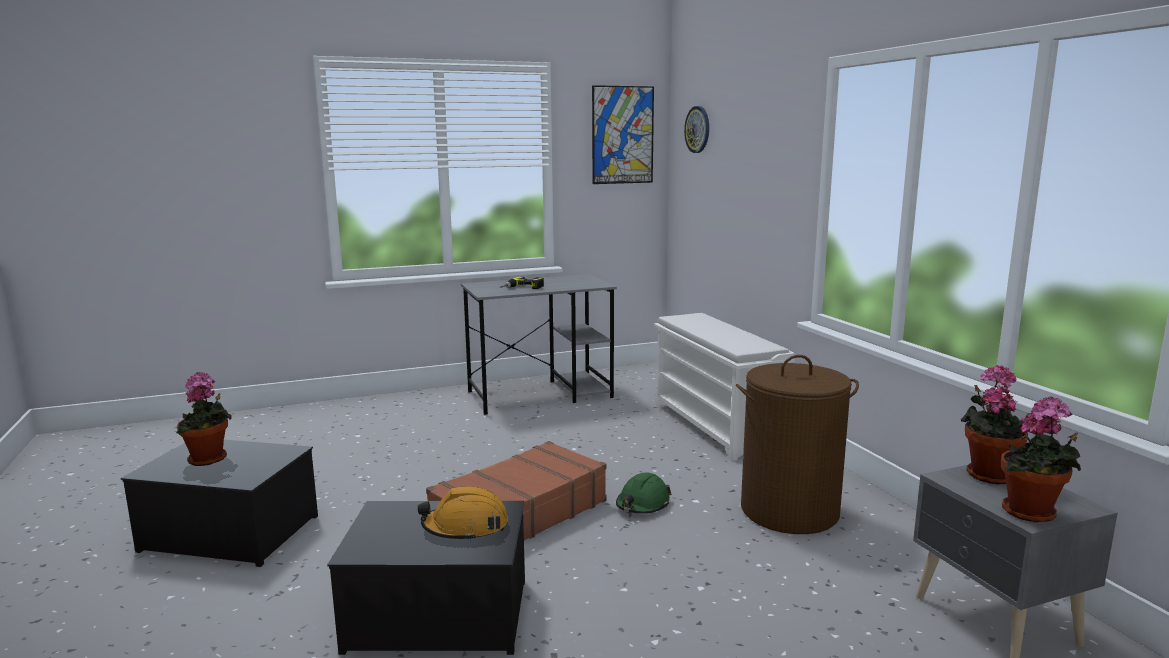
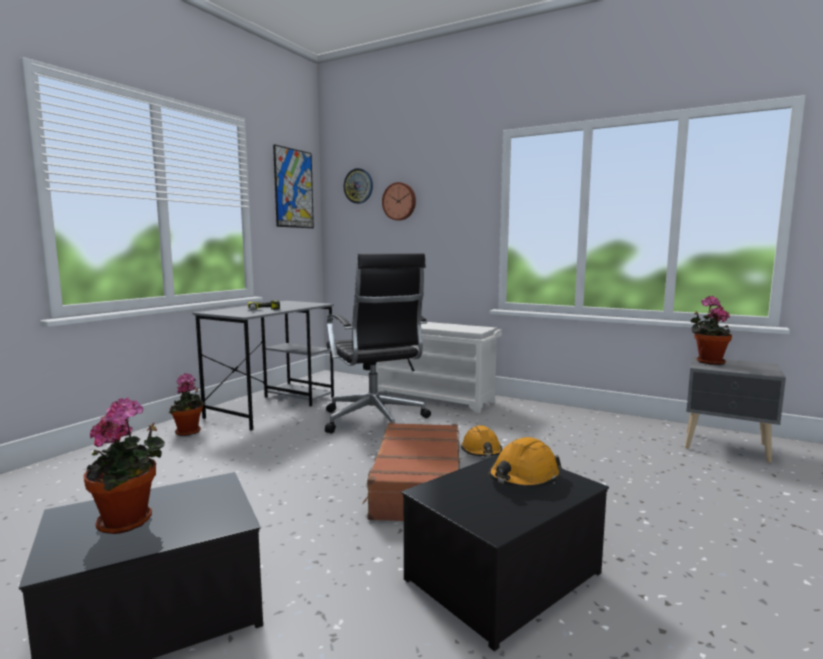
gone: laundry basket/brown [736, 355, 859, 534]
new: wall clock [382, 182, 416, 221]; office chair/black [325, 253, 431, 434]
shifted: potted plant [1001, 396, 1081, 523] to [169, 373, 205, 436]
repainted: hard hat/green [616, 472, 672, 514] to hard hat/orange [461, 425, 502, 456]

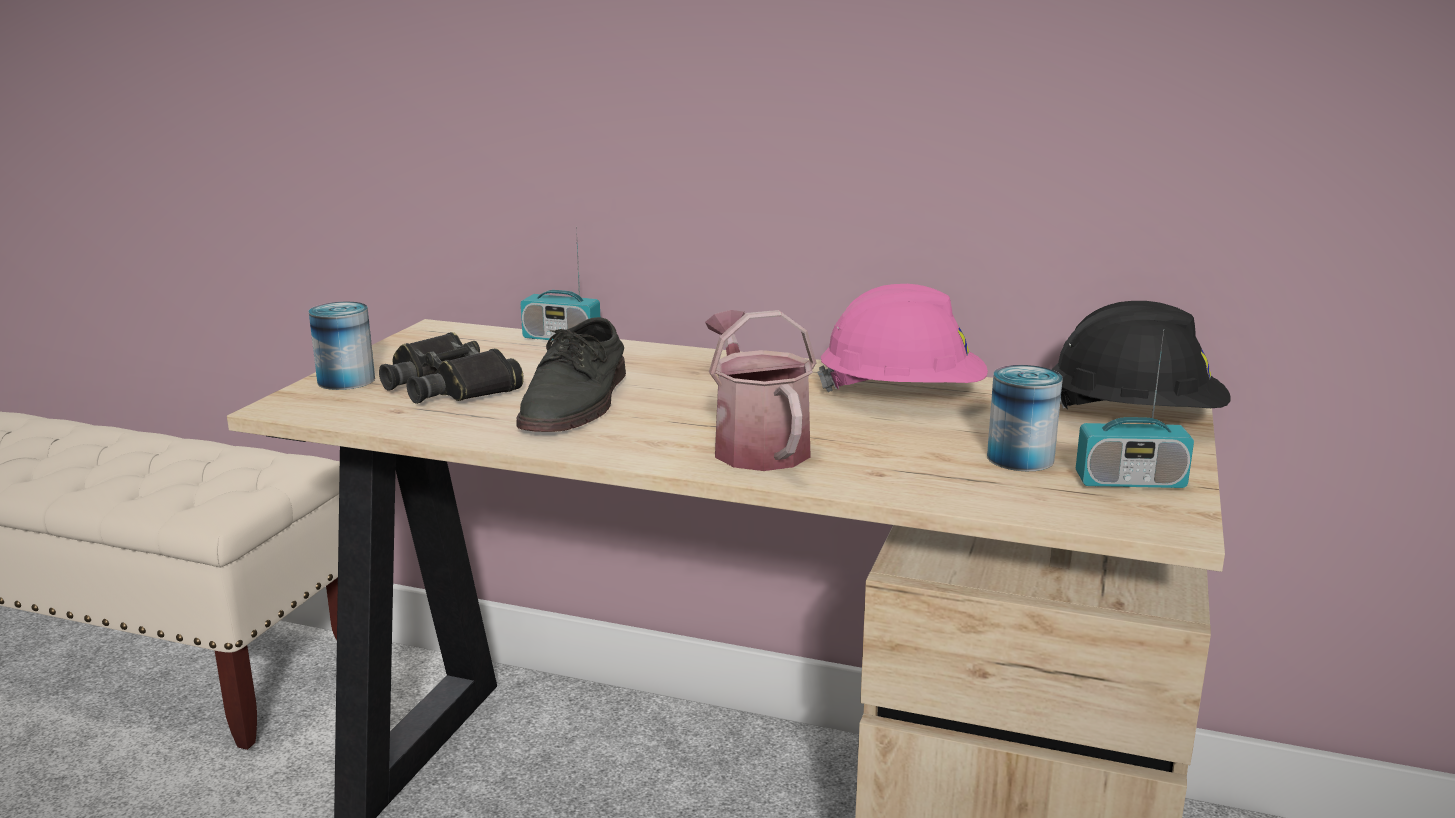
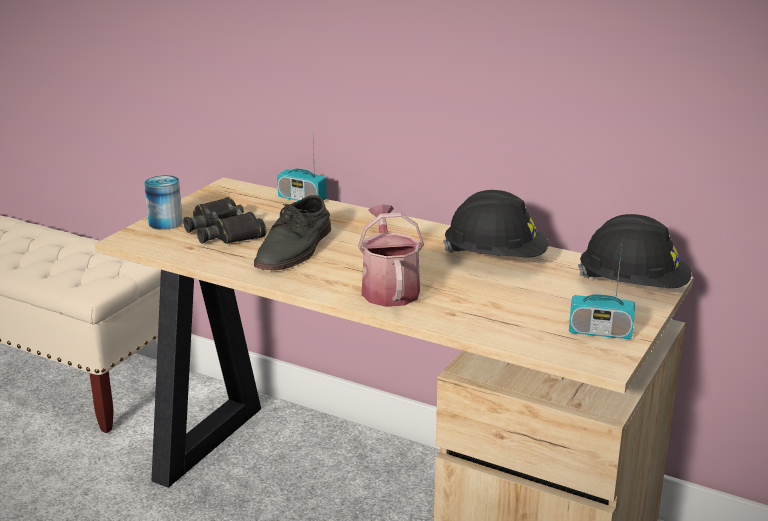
gone: can [987, 365, 1063, 471]
repainted: hard hat/pink [817, 284, 988, 392] to hard hat/black [443, 190, 548, 258]

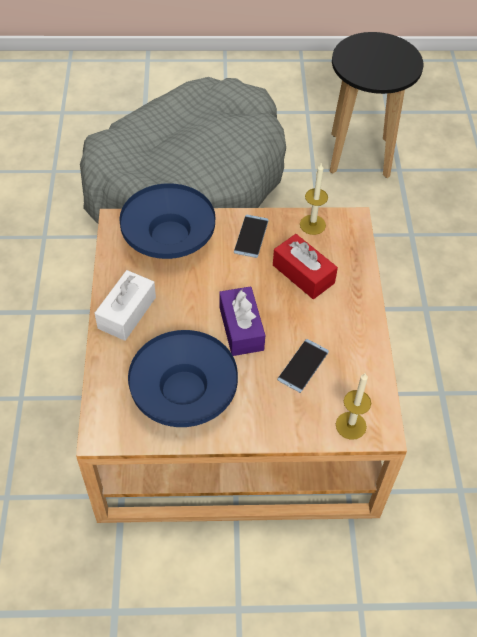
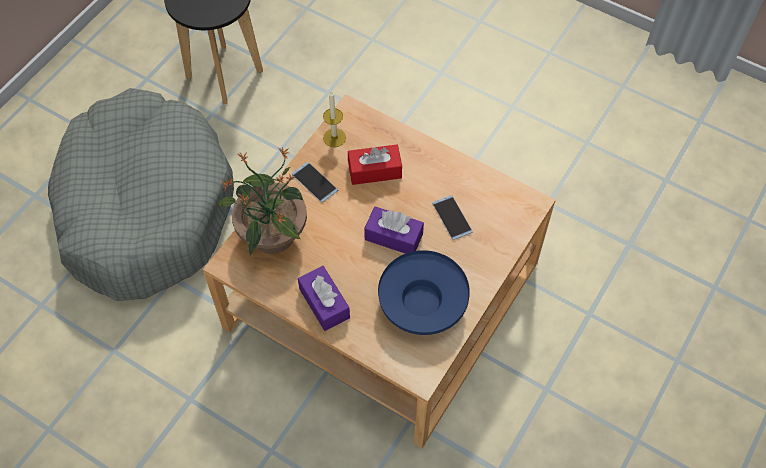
gone: candle [336, 373, 371, 440]
swapped: bowl/blue [120, 183, 215, 259] to potted plant [217, 148, 307, 255]
repainted: tissue box/white [94, 270, 156, 341] to tissue box/purple [298, 266, 350, 331]

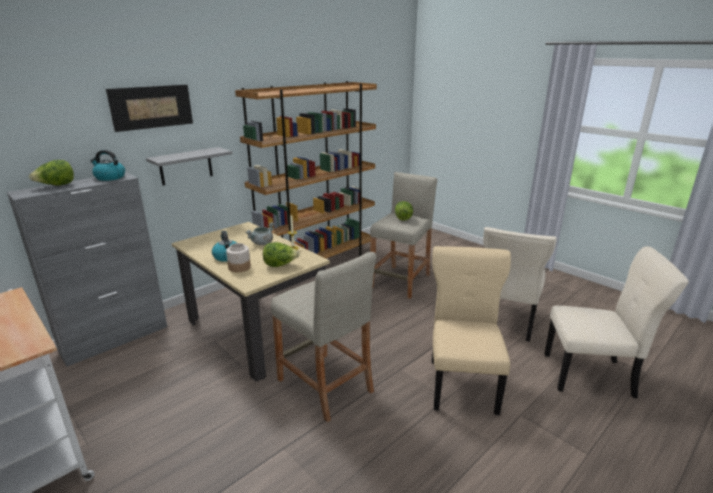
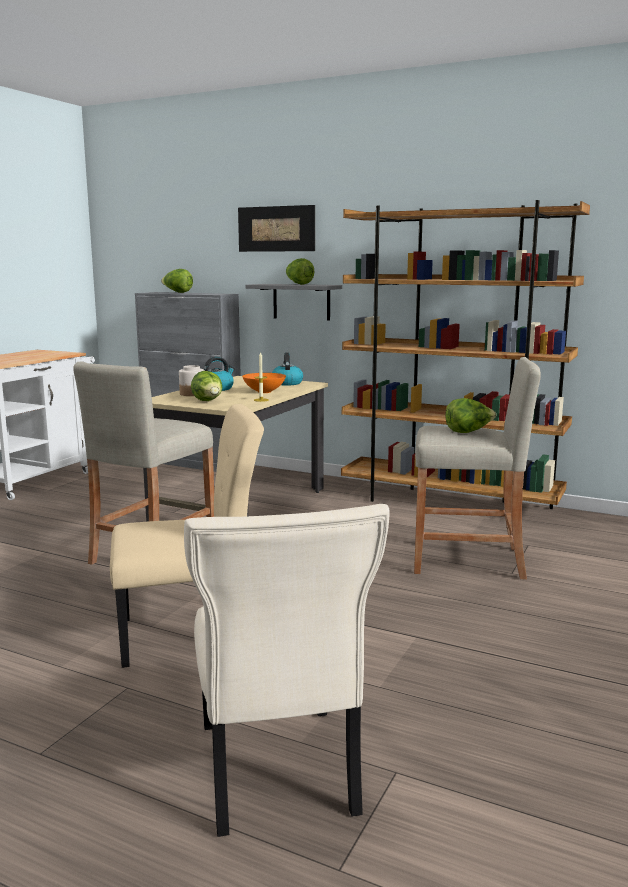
gone: chair/beige [483, 227, 557, 342]
new: lettuce [286, 258, 314, 285]
shifted: kettle [90, 150, 125, 181] to [272, 353, 303, 386]
swapped: cooking pot/grey [245, 222, 274, 245] to bowl/orange [242, 373, 286, 393]

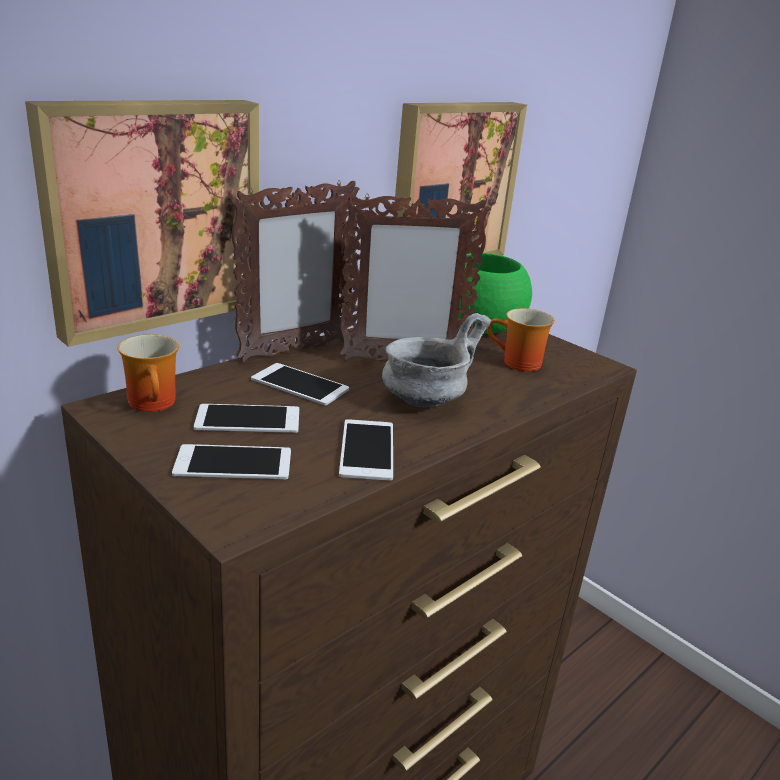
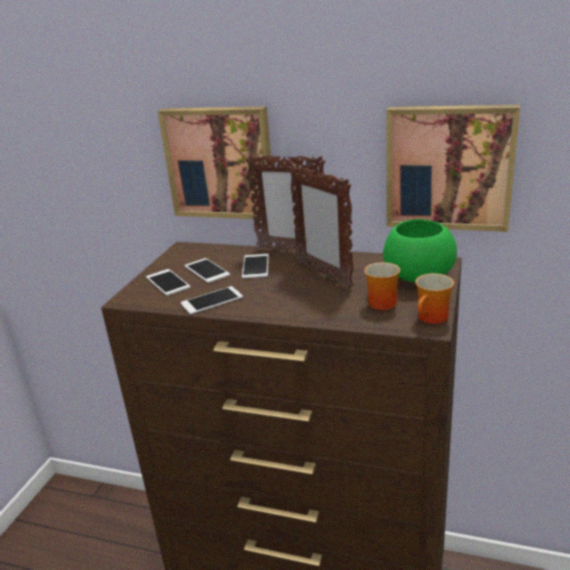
gone: bowl/grey [382, 313, 491, 407]
shifted: mug [117, 334, 179, 412] to [415, 273, 454, 324]

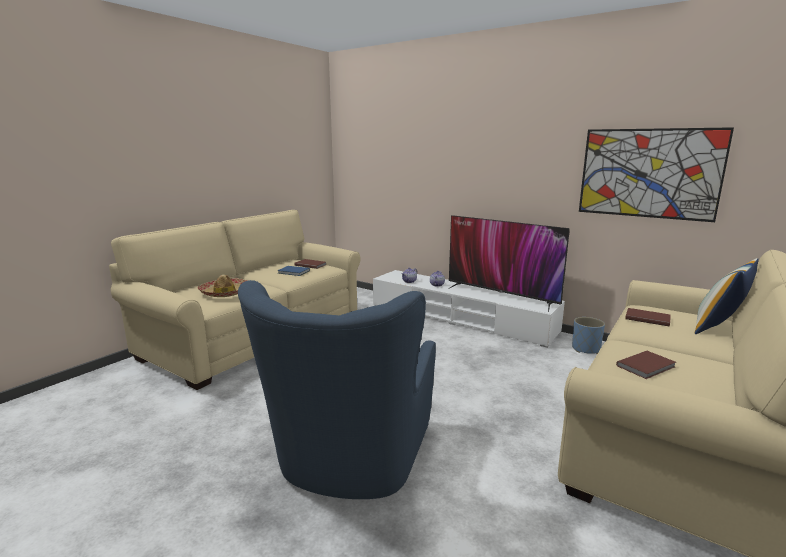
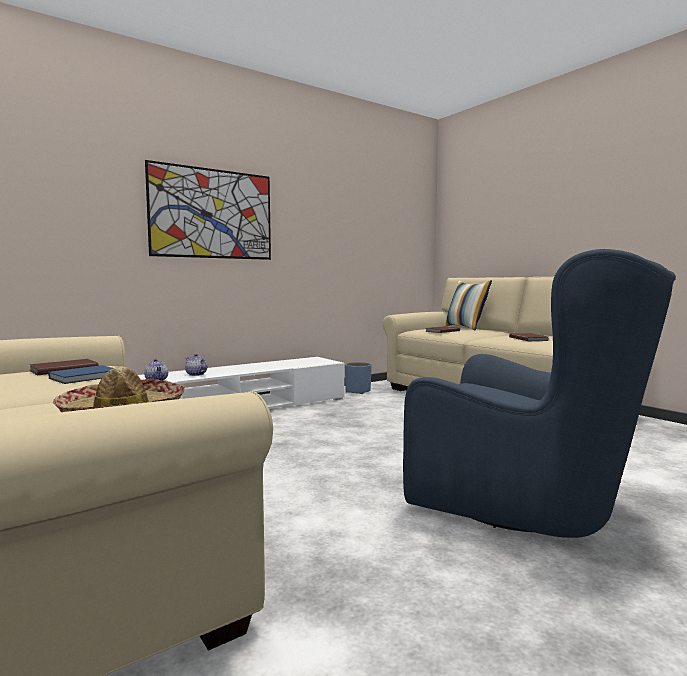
gone: television [449, 215, 570, 312]
shifted: picture [579, 127, 734, 222] to [145, 160, 271, 260]

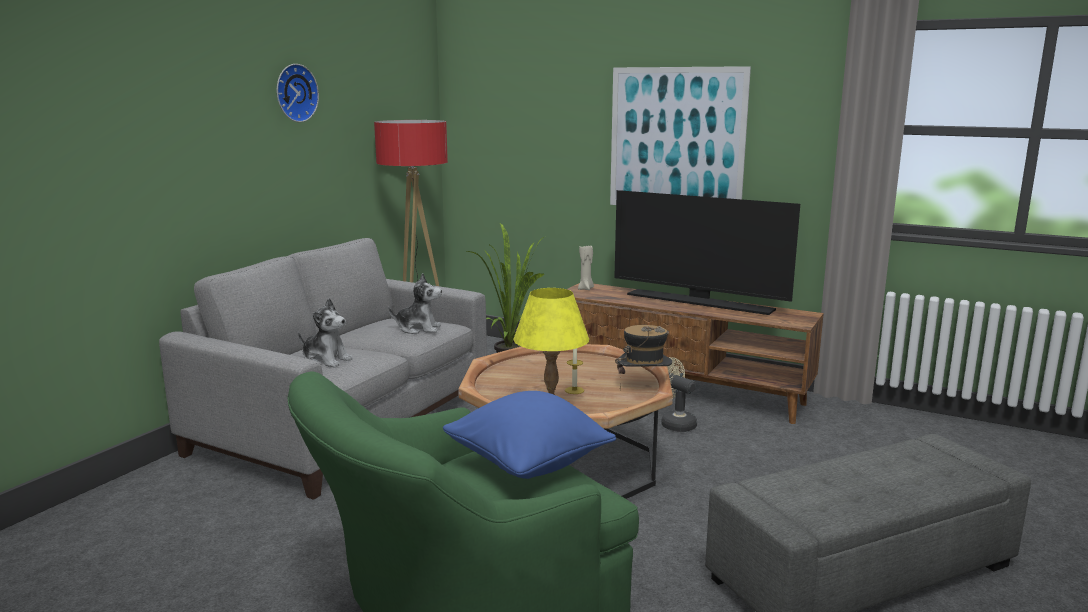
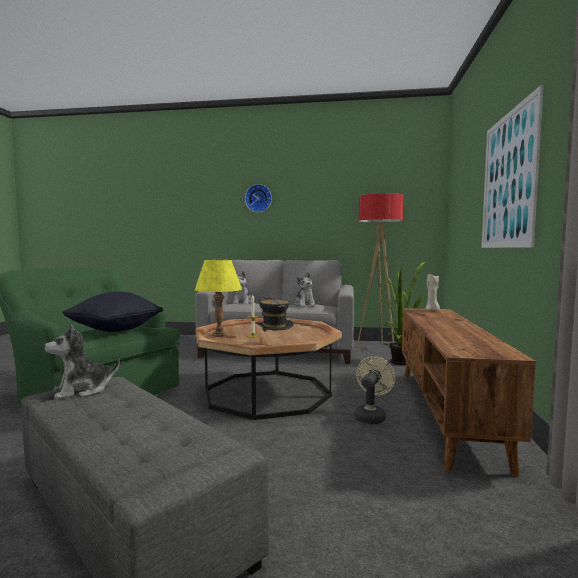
gone: television [614, 190, 800, 315]
new: plush toy [44, 324, 120, 400]
shifted: wall clock [277, 64, 319, 122] to [245, 184, 272, 213]
repainted: pillow/blue [443, 391, 616, 479] to pillow/black [62, 291, 163, 332]

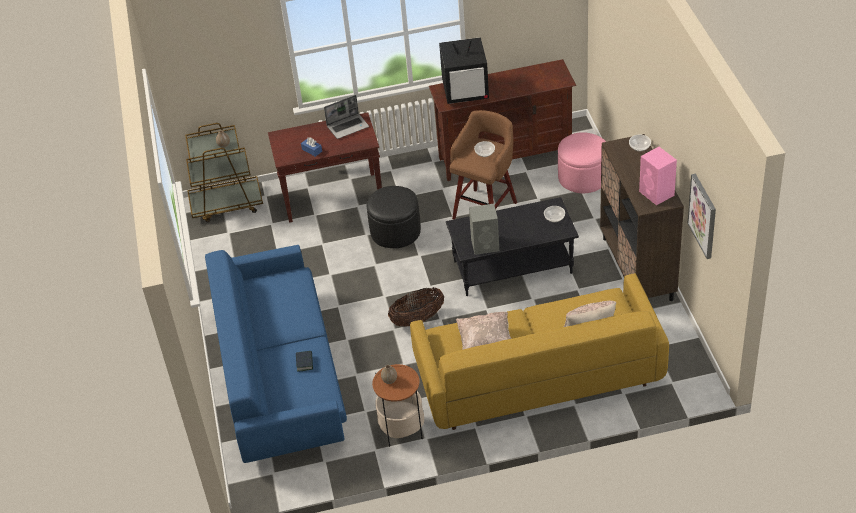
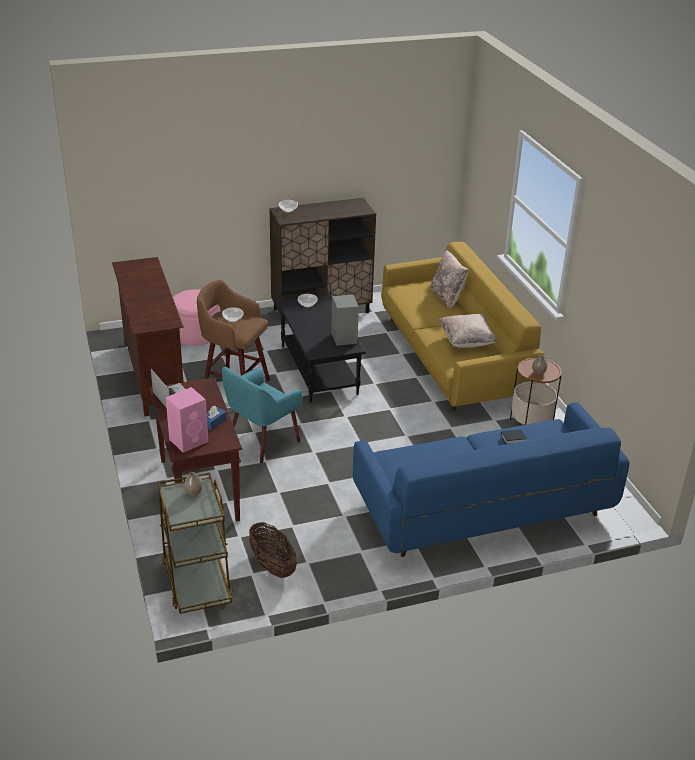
gone: television [439, 37, 489, 104]; picture [687, 174, 716, 259]
shifted: speaker/pink [639, 147, 677, 205] to [166, 387, 208, 453]; basket [388, 287, 444, 327] to [249, 522, 297, 578]
swapped: ottoman/black [367, 186, 421, 248] to armchair/turquoise [222, 367, 303, 463]

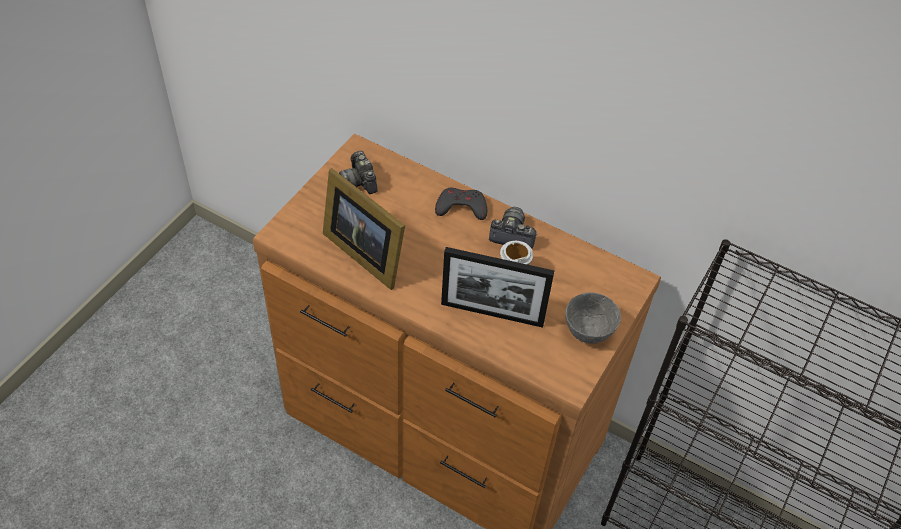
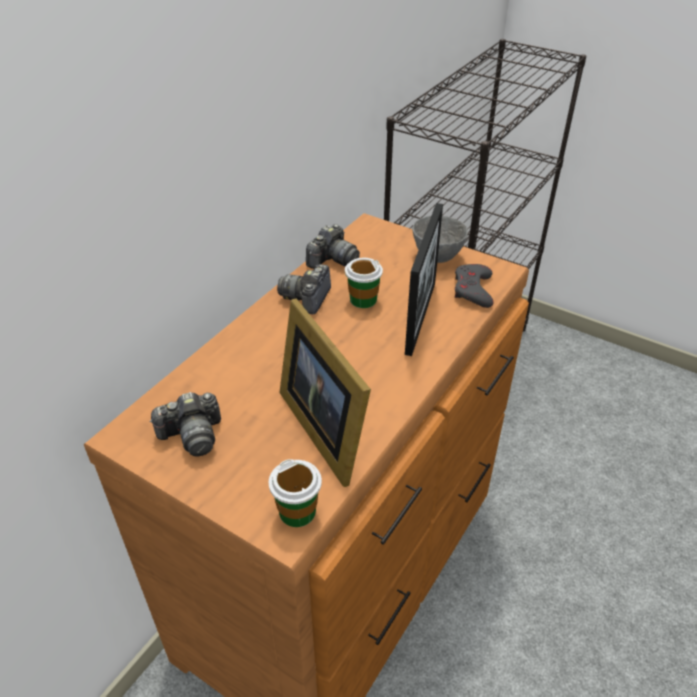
new: photo camera [306, 224, 360, 269]; cup [269, 459, 322, 527]
shifted: game controller/grey [435, 188, 487, 220] to [455, 264, 494, 308]
rotated: picture frame [323, 168, 405, 290] = [279, 299, 371, 487] 105 degrees clockwise

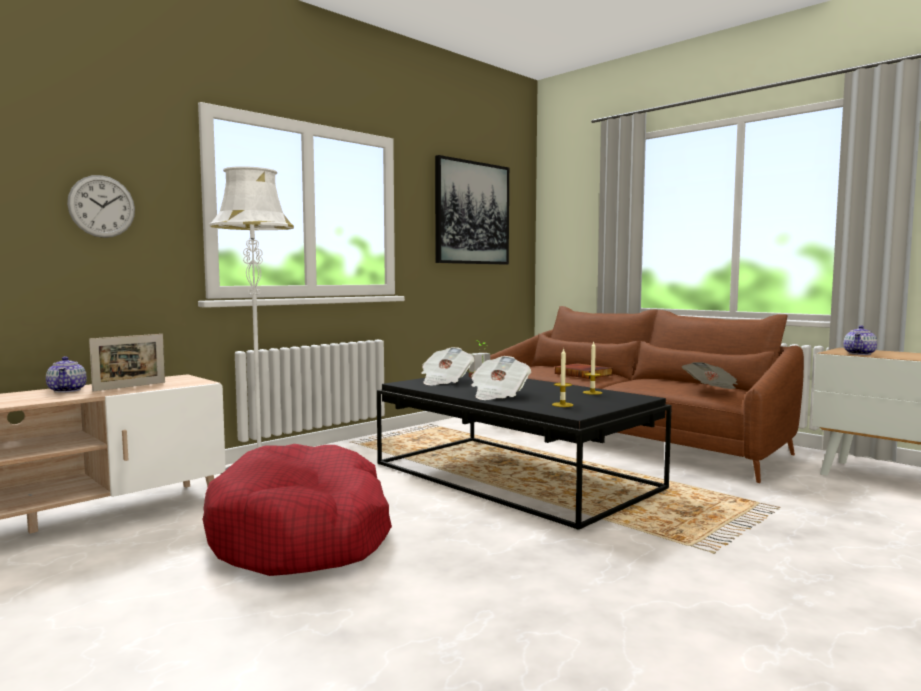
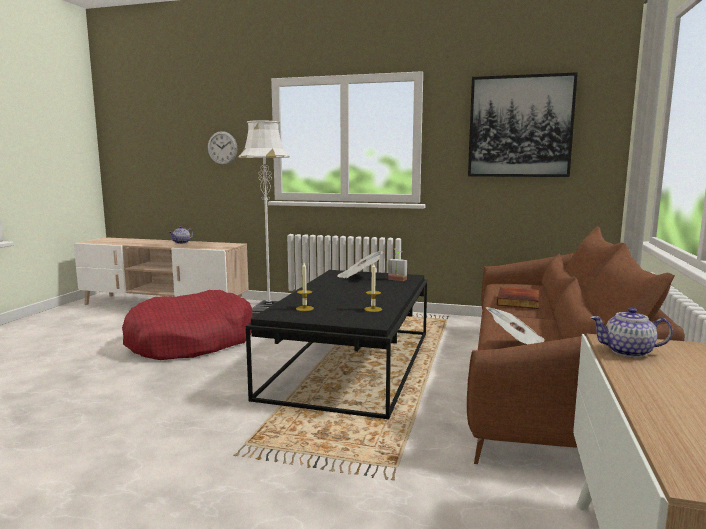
gone: picture frame [89, 334, 165, 392]; newspaper [471, 356, 531, 400]

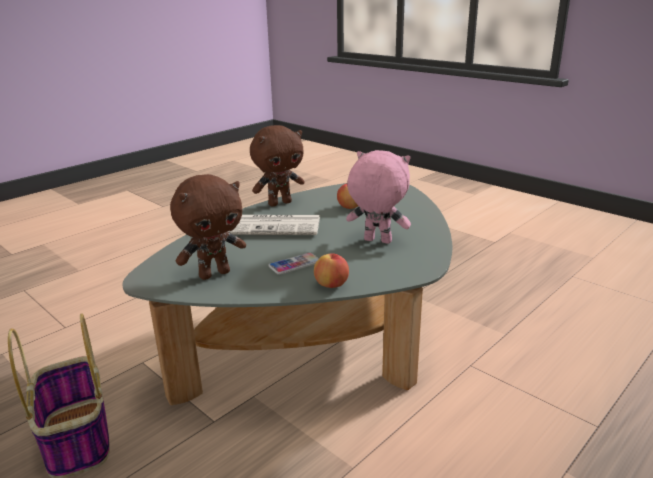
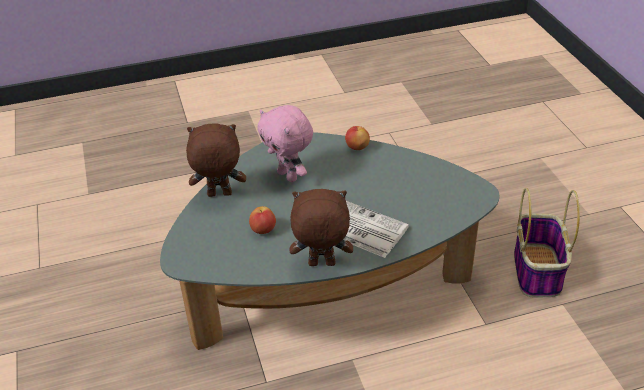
gone: phone [268, 252, 319, 275]
shifted: plush toy/brown [170, 174, 246, 280] to [186, 123, 246, 197]

